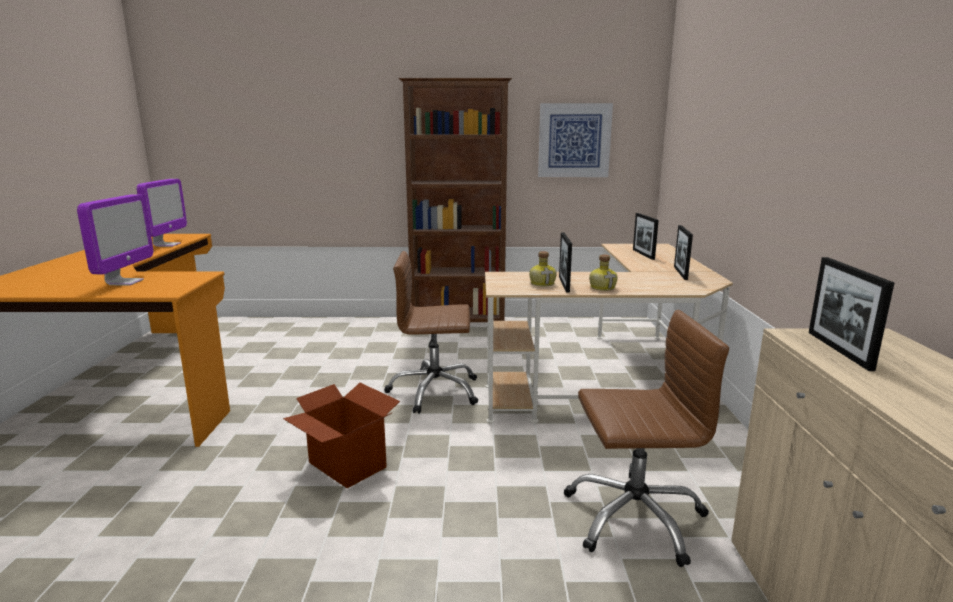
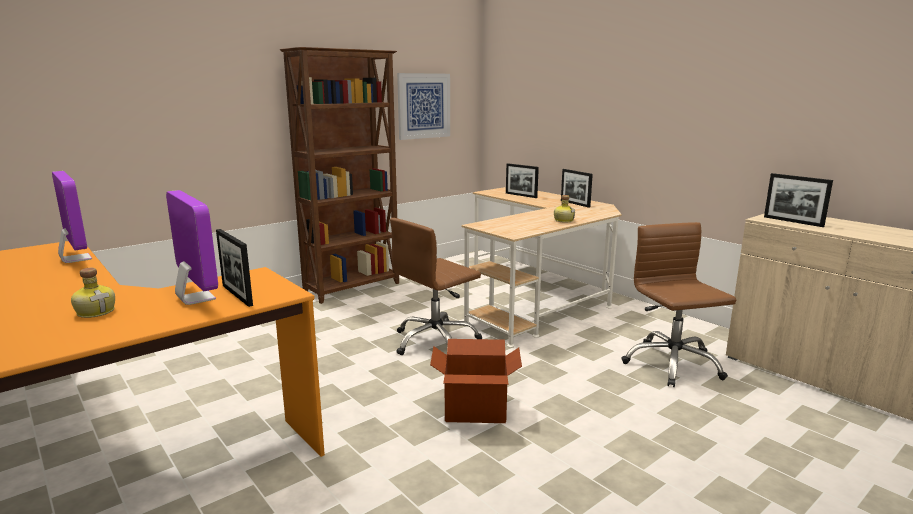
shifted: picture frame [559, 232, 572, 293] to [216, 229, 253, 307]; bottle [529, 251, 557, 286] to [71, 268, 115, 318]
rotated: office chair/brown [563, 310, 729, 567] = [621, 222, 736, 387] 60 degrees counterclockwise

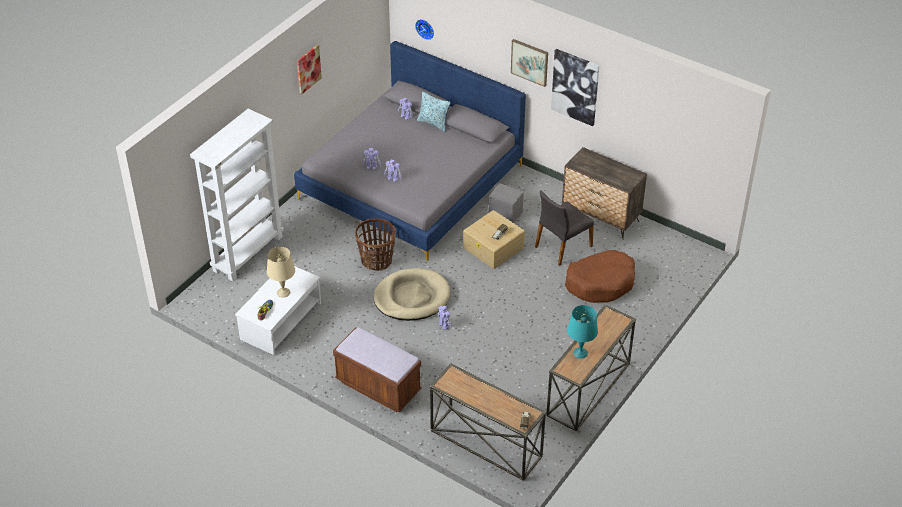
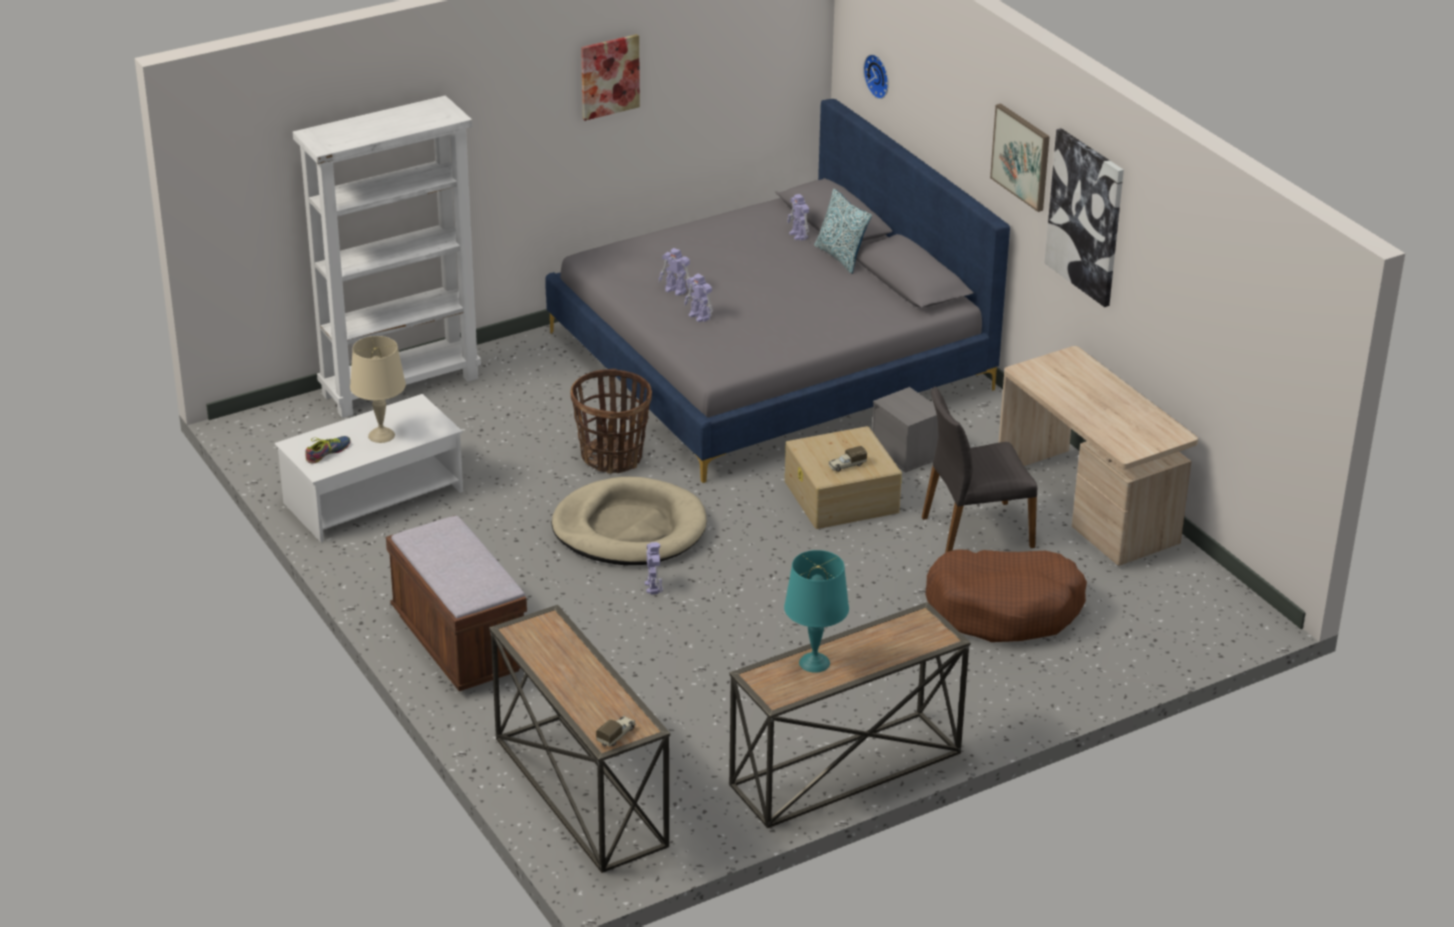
swapped: dresser [562, 147, 647, 240] to desk/beige [999, 346, 1198, 565]

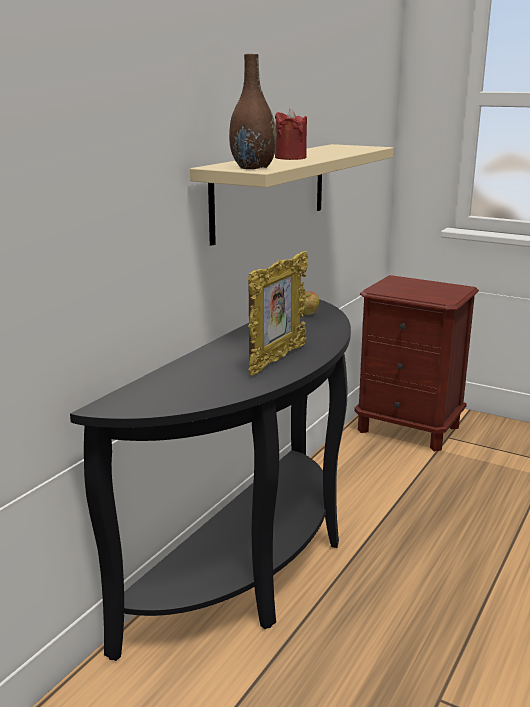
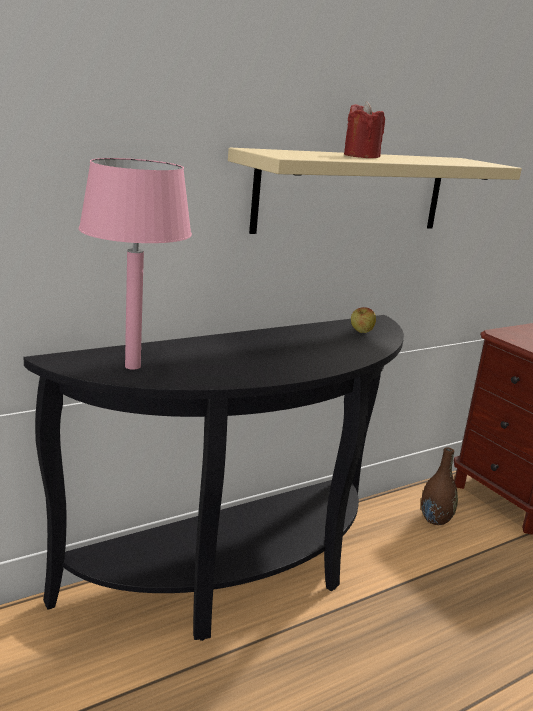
gone: picture frame [248, 251, 308, 376]
new: table lamp/pink [79, 158, 192, 370]
shifted: vase/brown [229, 54, 277, 169] to [421, 448, 458, 525]

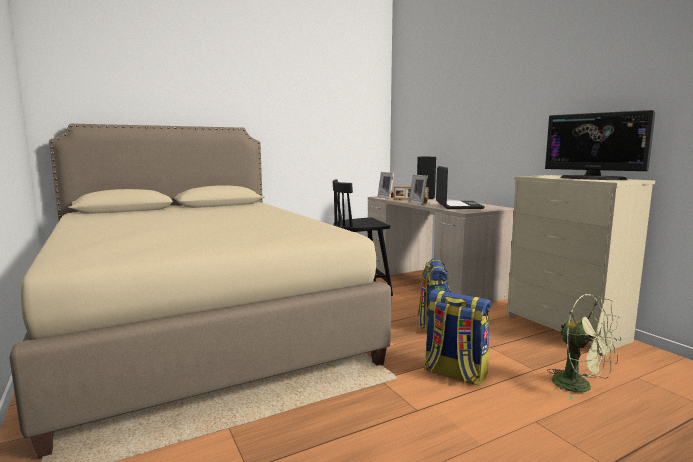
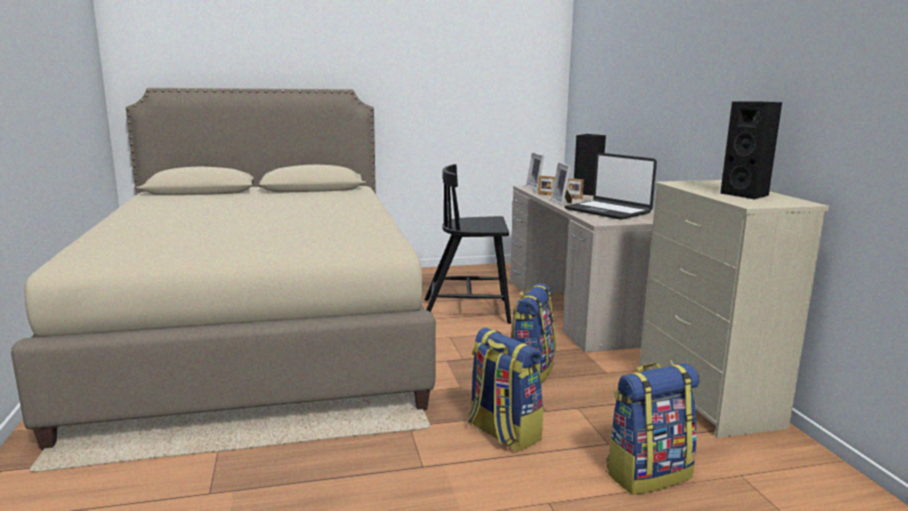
swapped: monitor [545, 110, 655, 180] to speaker/black [720, 101, 782, 200]; fan/green [547, 294, 621, 400] to backpack [606, 363, 699, 495]
rotated: laptop [436, 166, 485, 209] = [564, 153, 657, 220] 120 degrees clockwise

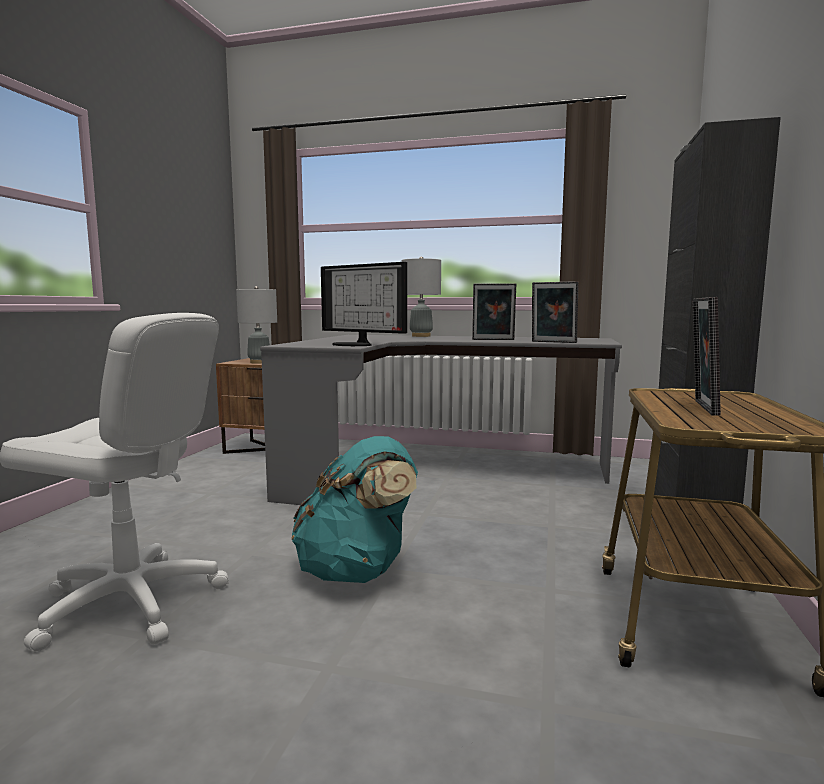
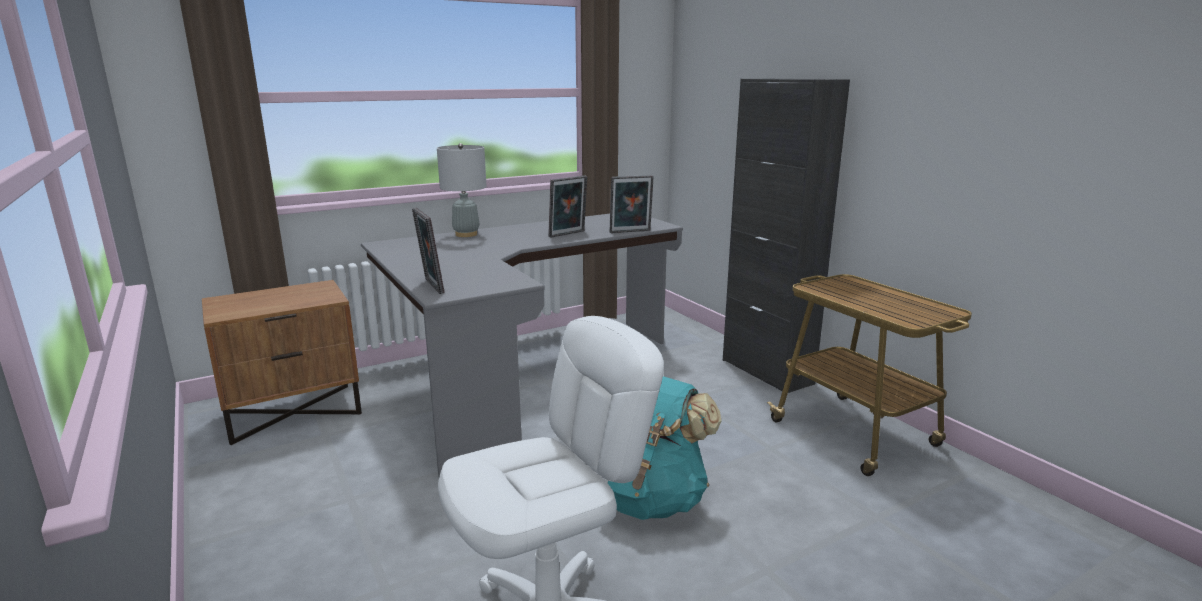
gone: monitor [321, 262, 407, 346]; table lamp/grey [236, 286, 277, 364]
shifted: picture frame [692, 297, 721, 416] to [412, 208, 445, 294]

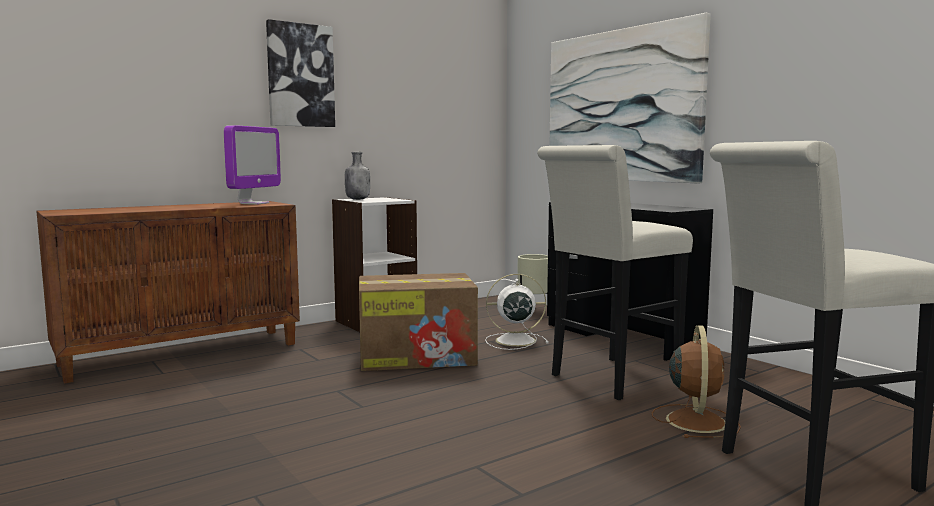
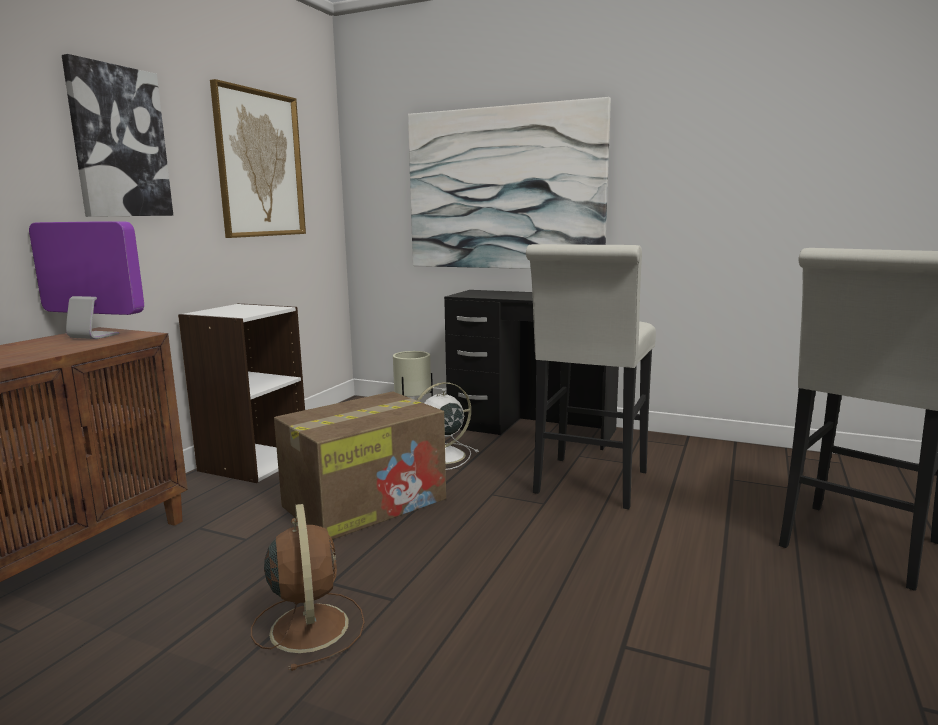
gone: bottle/grey [345, 152, 370, 200]
new: picture [210, 79, 306, 238]
shifted: fan/brown [652, 325, 741, 438] to [251, 504, 365, 671]
rotated: monitor [224, 125, 281, 205] = [29, 221, 144, 339] 60 degrees counterclockwise

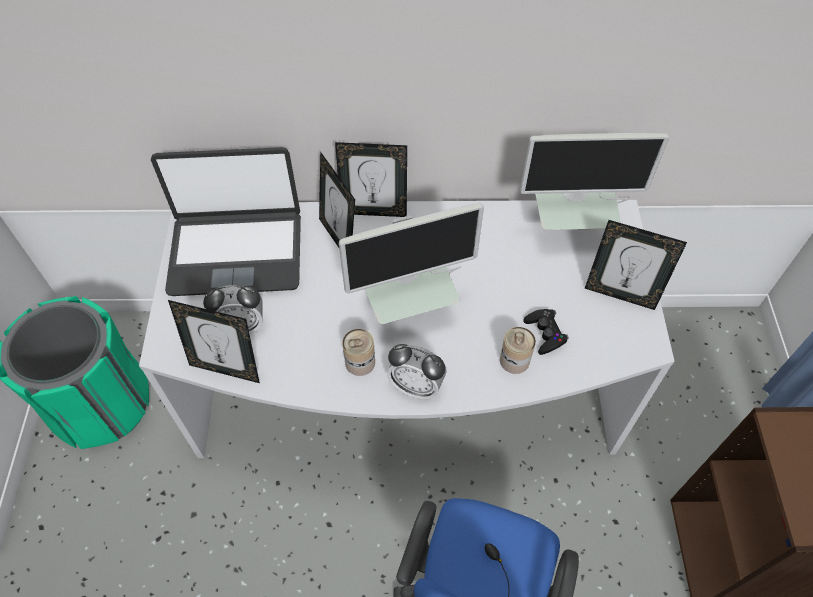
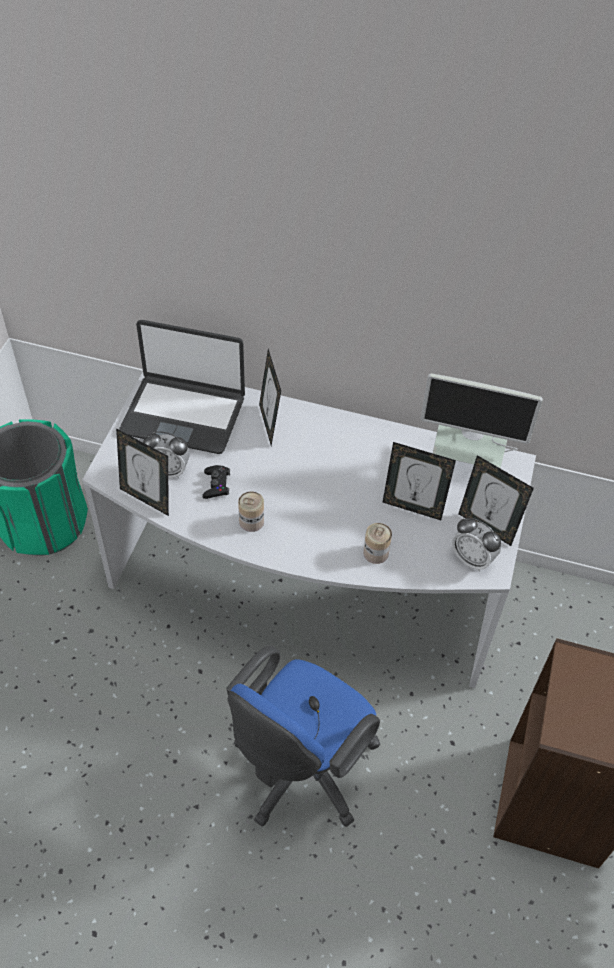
gone: monitor [339, 203, 484, 324]
shifted: picture frame [335, 142, 407, 217] to [383, 442, 456, 520]; game controller/black [523, 309, 569, 355] to [202, 465, 230, 499]; alarm clock [387, 344, 447, 400] to [452, 518, 501, 572]

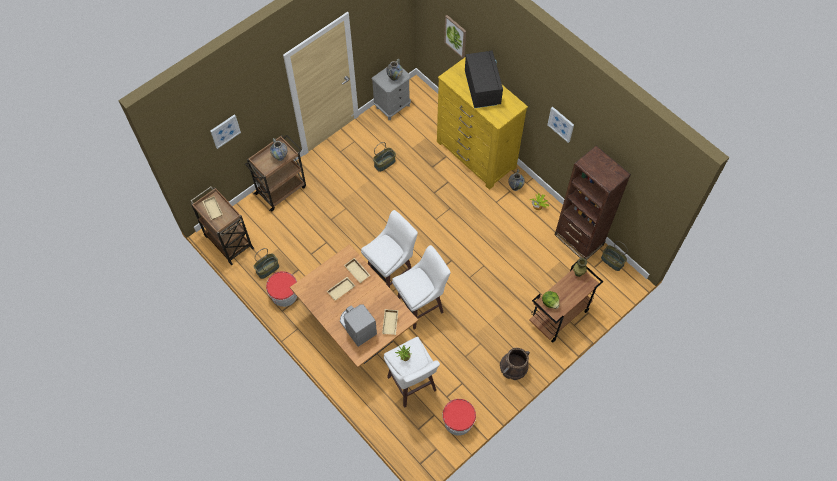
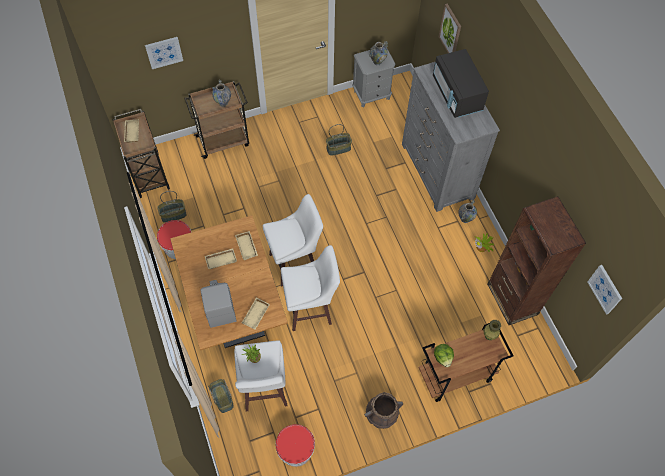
shifted: picture [547, 107, 574, 143] to [588, 265, 622, 315]; basket [601, 241, 628, 271] to [208, 379, 234, 413]
repainted: dresser/yellow [437, 57, 528, 190] to dresser/grey [402, 62, 500, 212]
rotated: microwave/black [465, 50, 503, 108] = [433, 49, 489, 118] 150 degrees clockwise

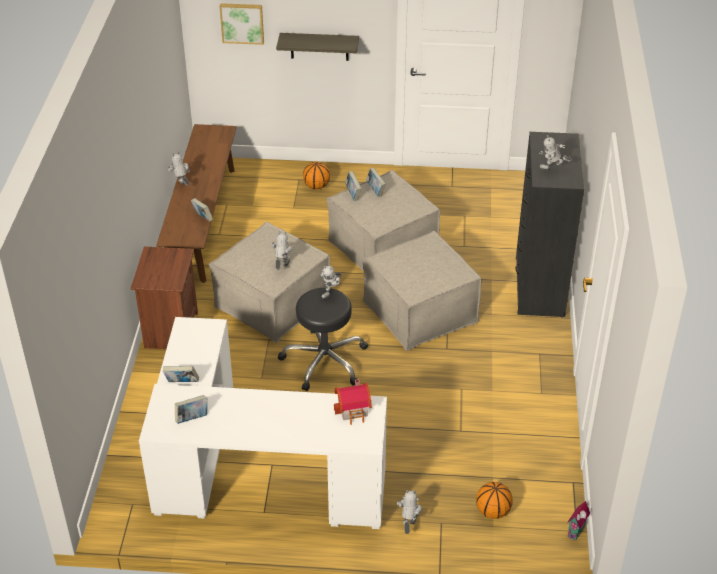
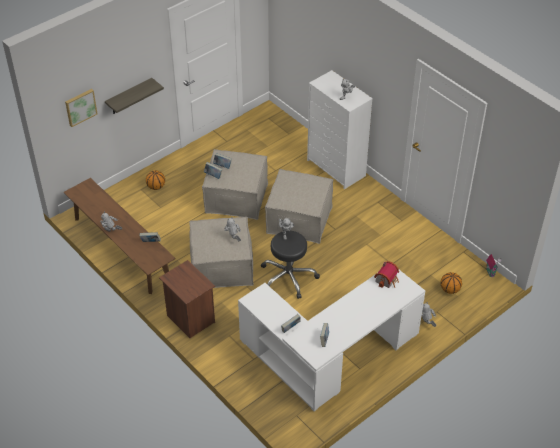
repainted: dresser/black [516, 132, 584, 317] to dresser/white [307, 70, 373, 189]

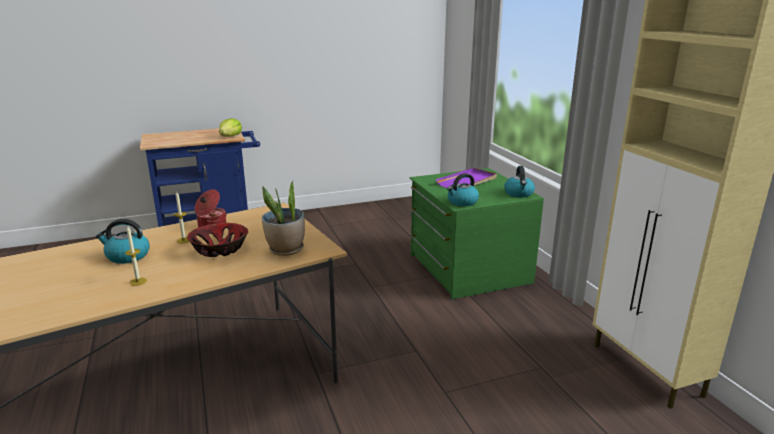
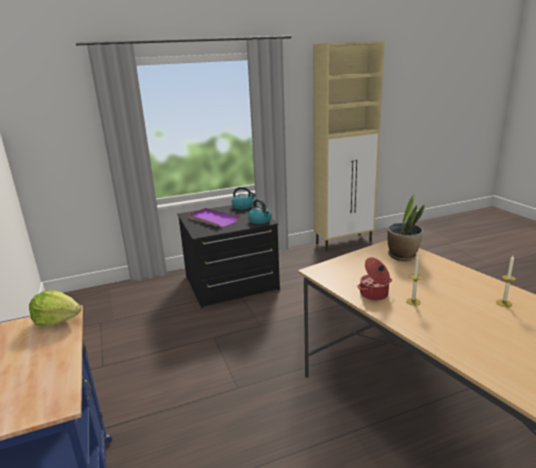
gone: kettle [96, 219, 150, 264]; bowl [187, 223, 248, 257]
repainted: dresser/green [409, 168, 544, 299] to dresser/black [177, 205, 280, 308]

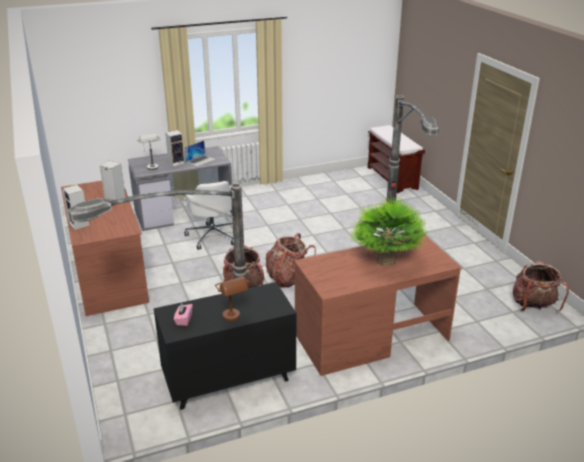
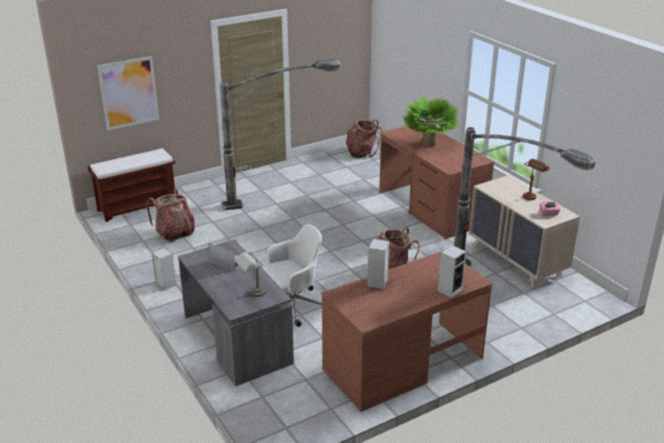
new: picture [97, 56, 159, 131]
shifted: speaker [165, 130, 185, 166] to [152, 248, 176, 291]; backpack [265, 233, 316, 288] to [146, 188, 195, 242]
repainted: dresser/black [154, 282, 297, 410] to dresser/beige [469, 176, 580, 288]

